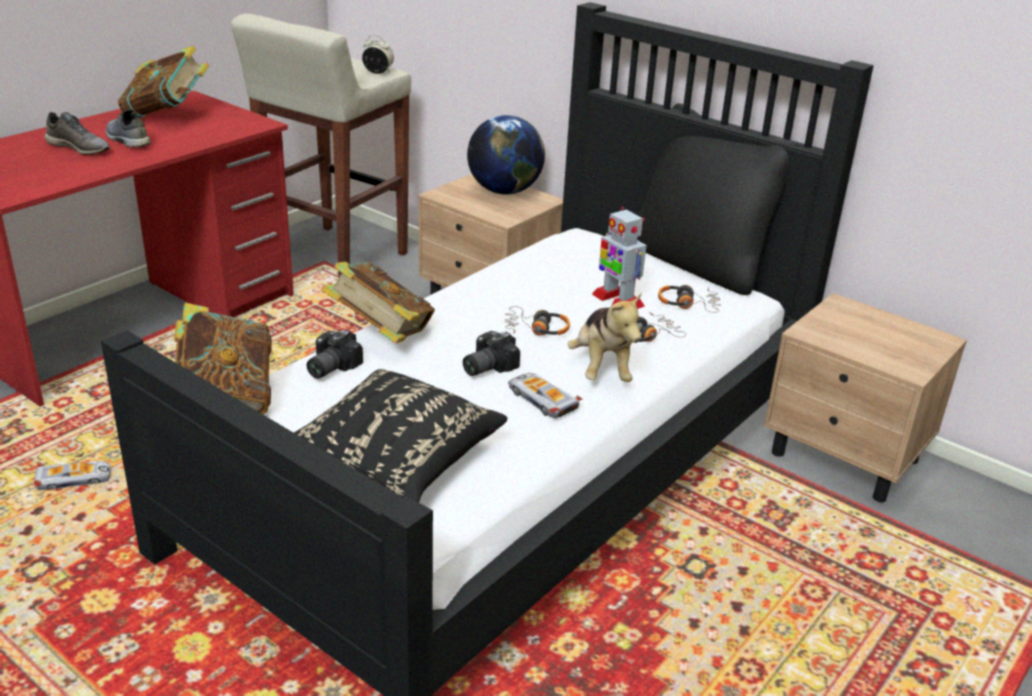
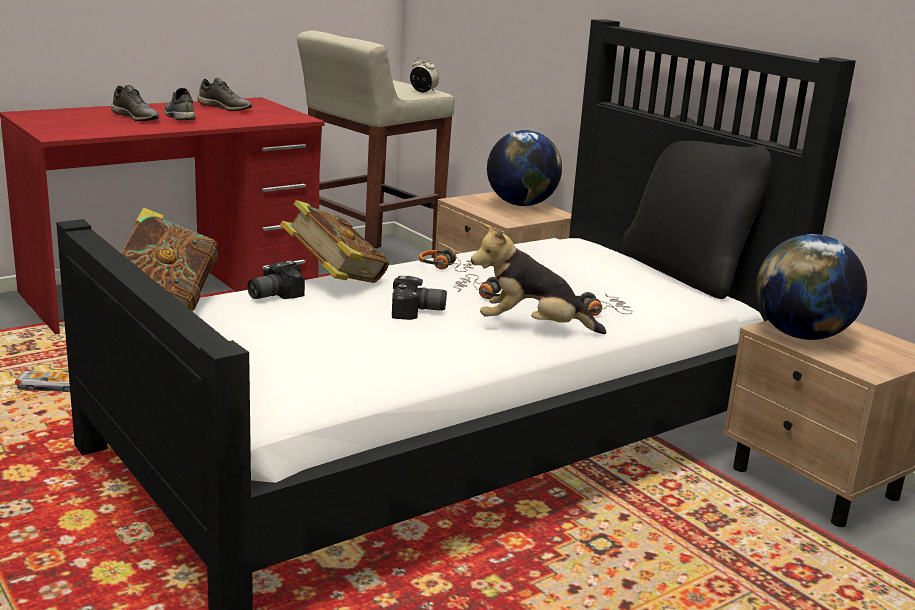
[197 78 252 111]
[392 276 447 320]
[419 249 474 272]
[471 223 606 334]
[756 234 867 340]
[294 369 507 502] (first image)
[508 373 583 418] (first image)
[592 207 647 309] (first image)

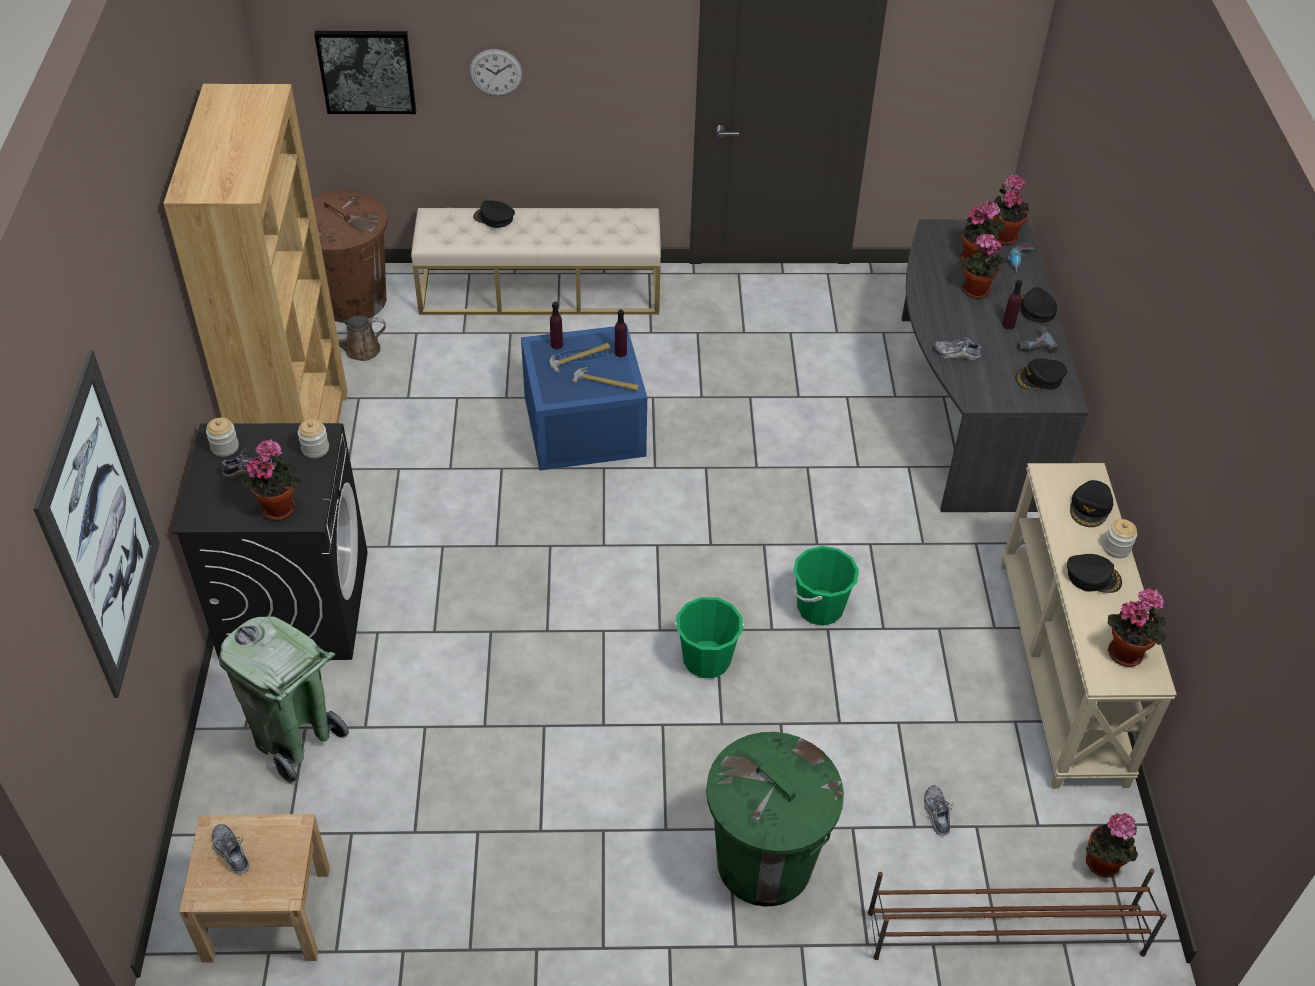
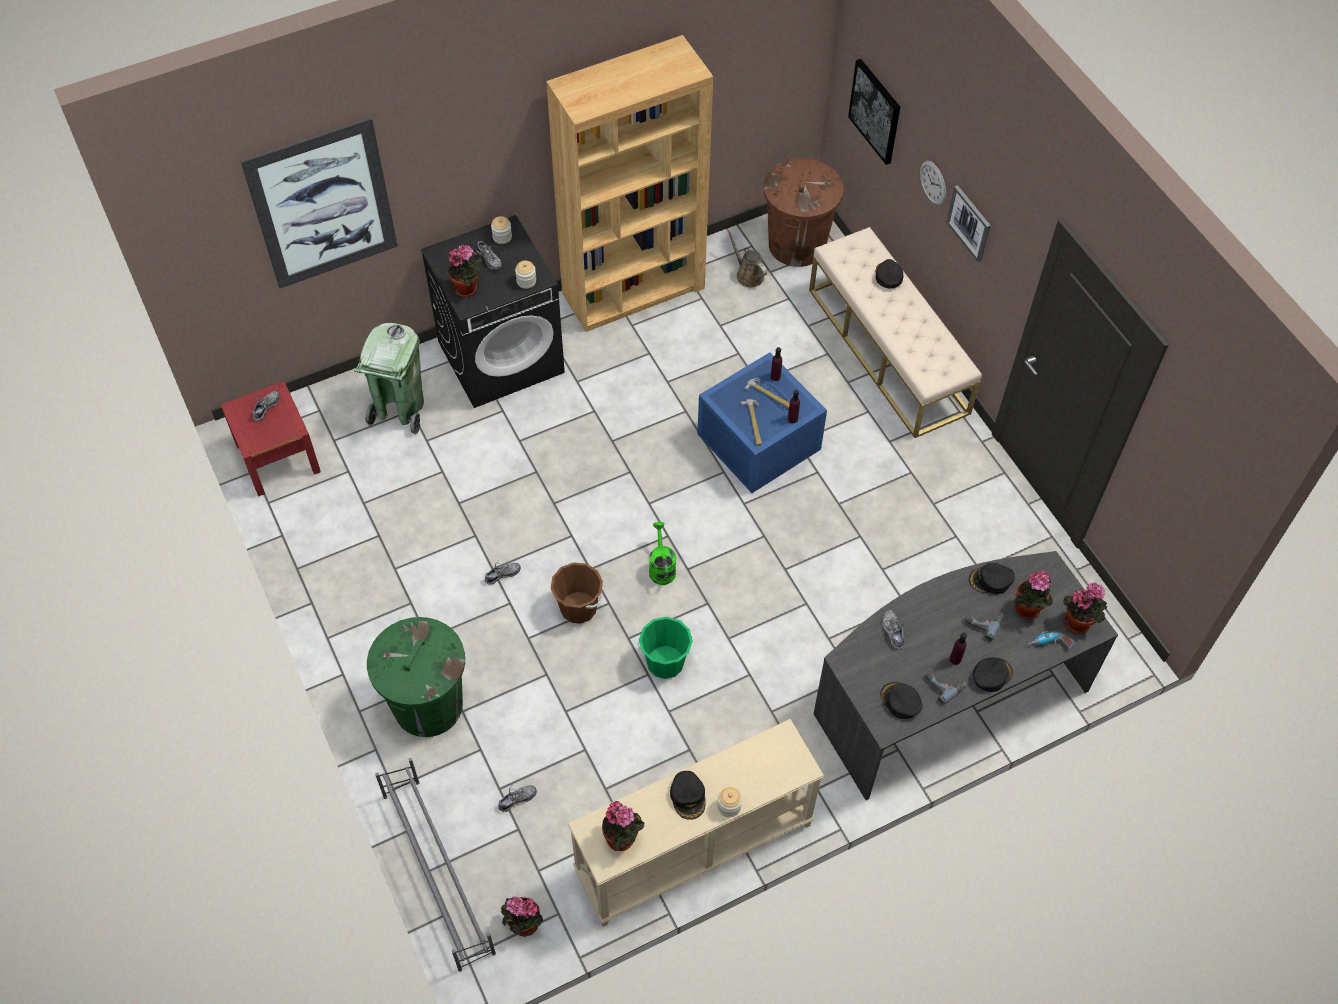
[221 381 321 496]
[375 758 496 972]
[485 560 521 585]
[551 562 603 624]
[649 522 676 585]
[946 185 991 262]
[964 613 1004 641]
[969 563 1015 594]

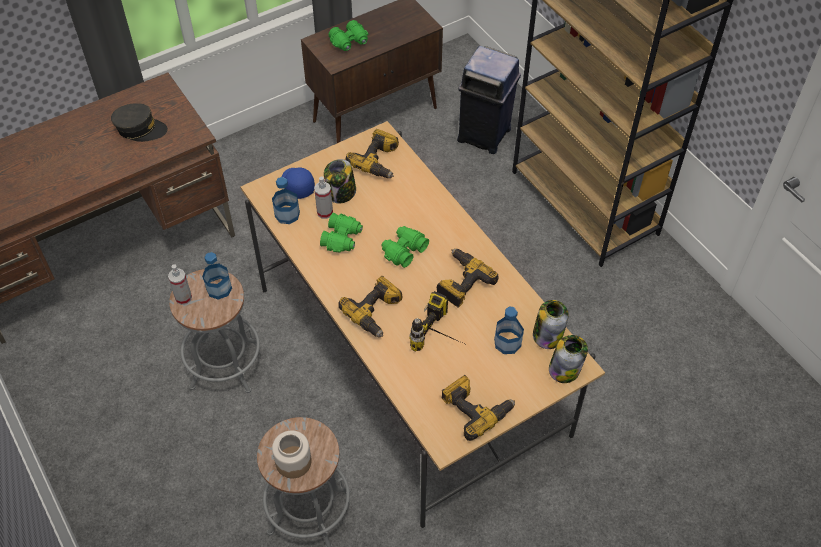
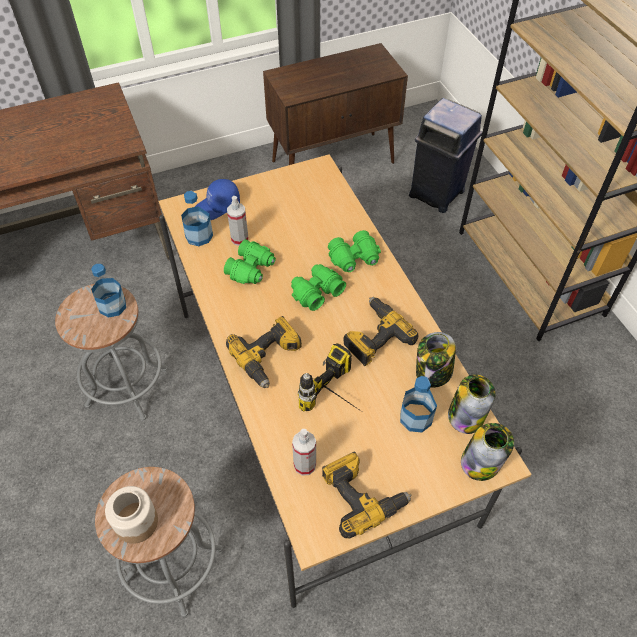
[195 179 240 220]
[292 429 316 476]
[328 230 381 272]
[416 332 456 388]
[111 103 168 142] (first image)
[346 129 399 178] (first image)

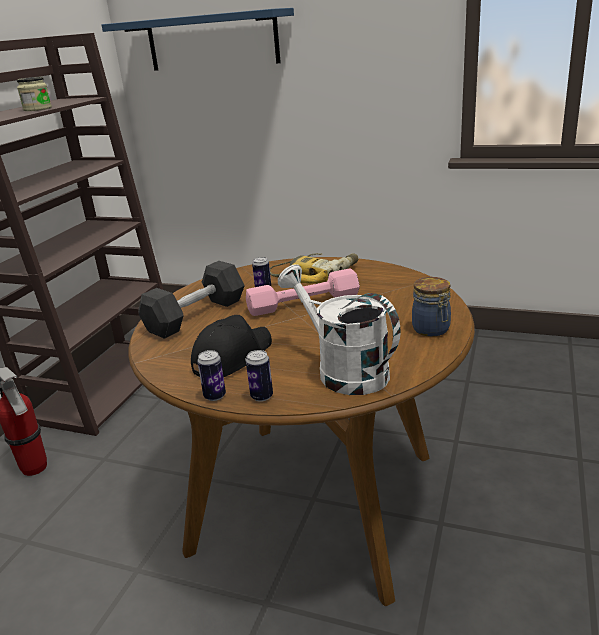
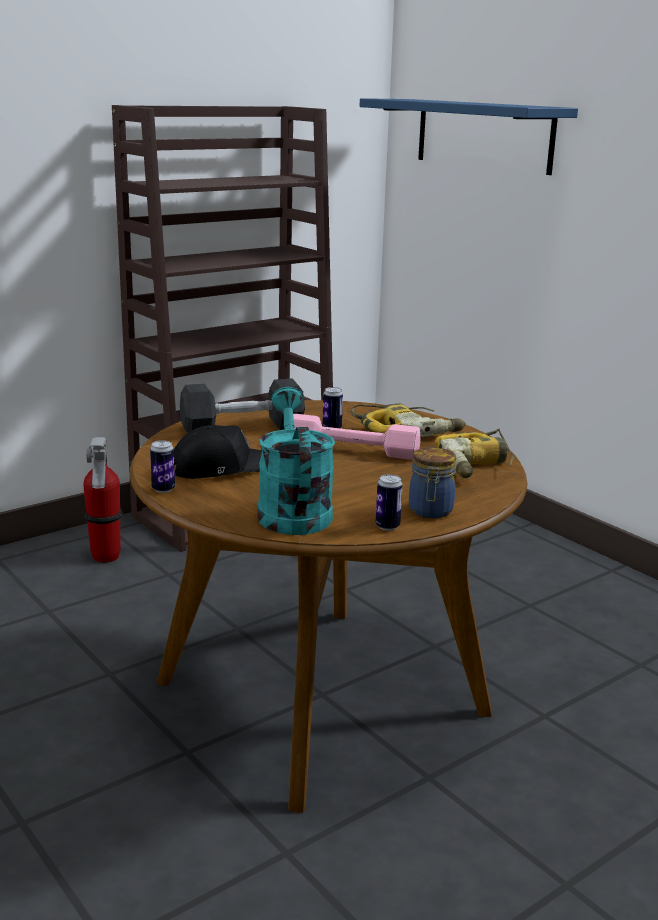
[257 387 335 535]
[376 474 403 531]
[435 428 514 478]
[17 77 52 111] (first image)

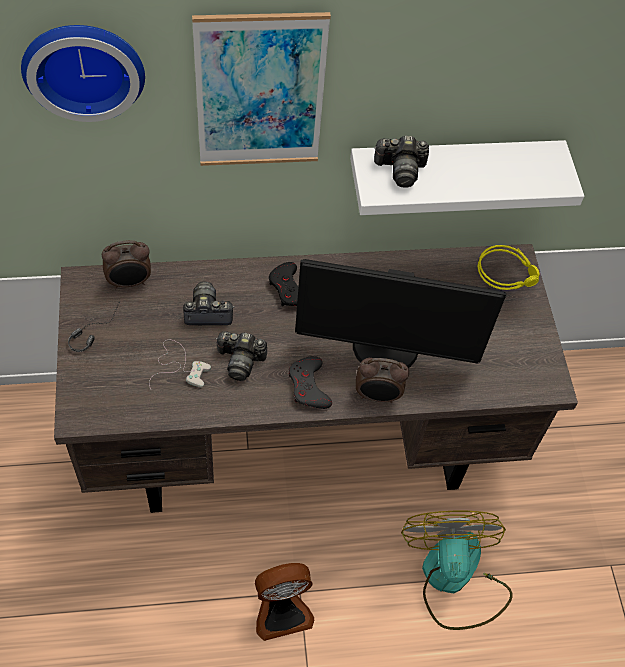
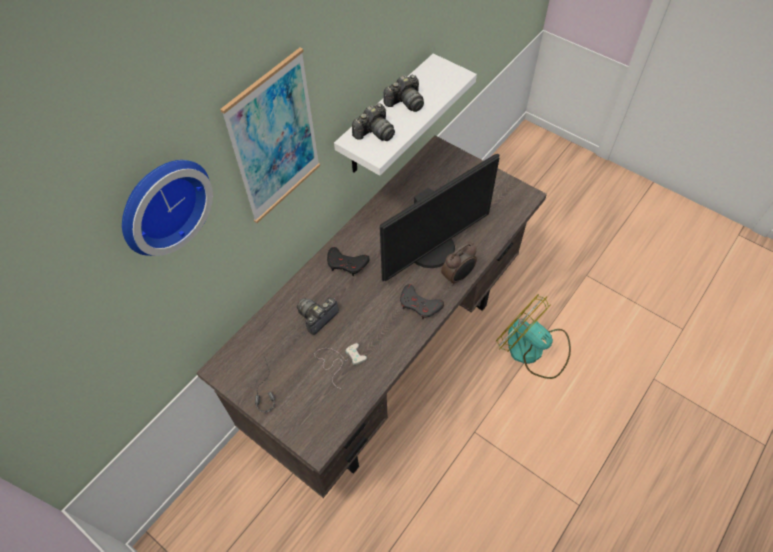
[383 75 424 112]
[102 240 151 289] (first image)
[255 563 314 641] (first image)
[478 245 540 290] (first image)

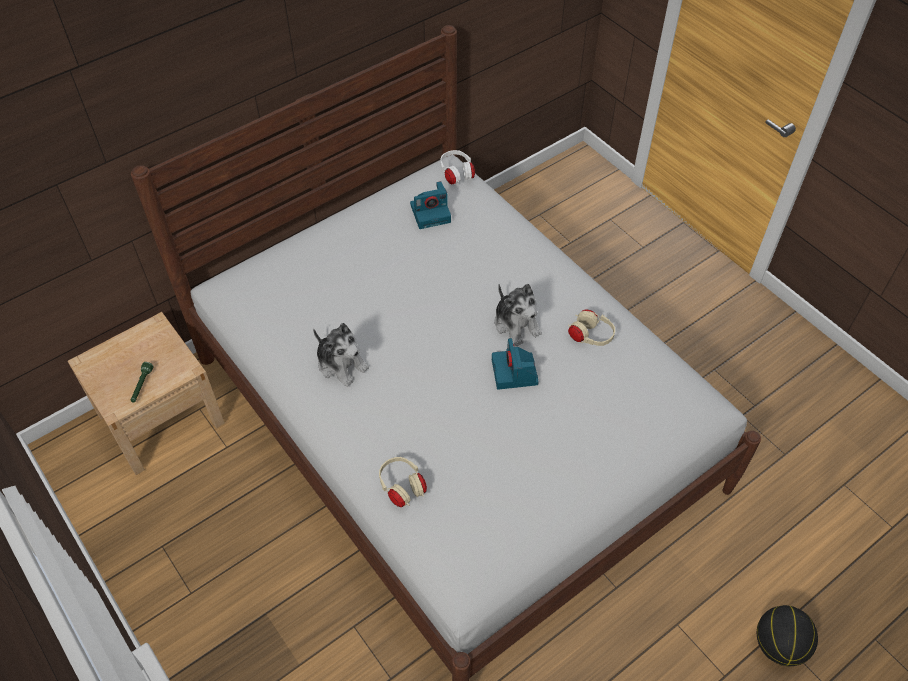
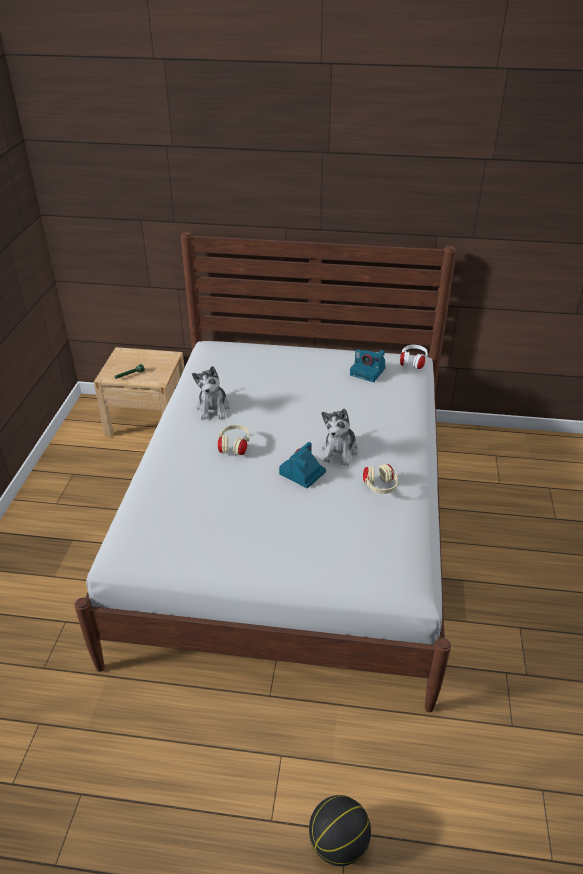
[218 425 249 455]

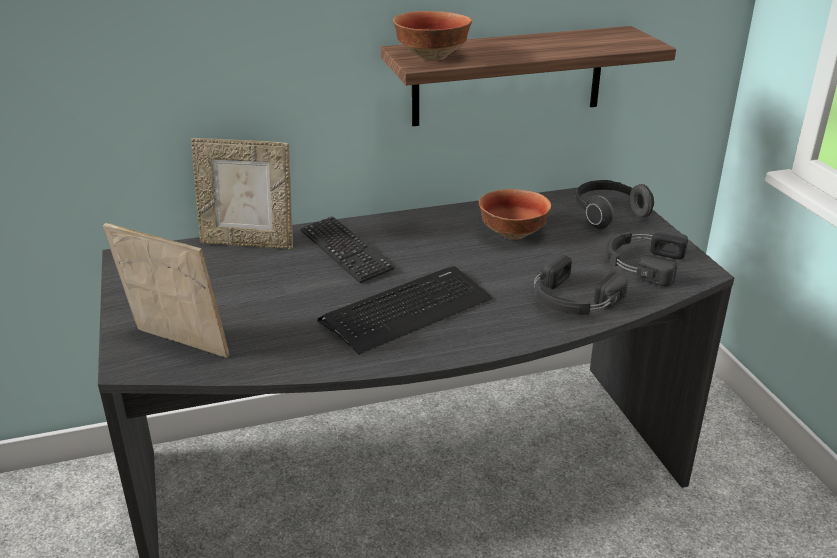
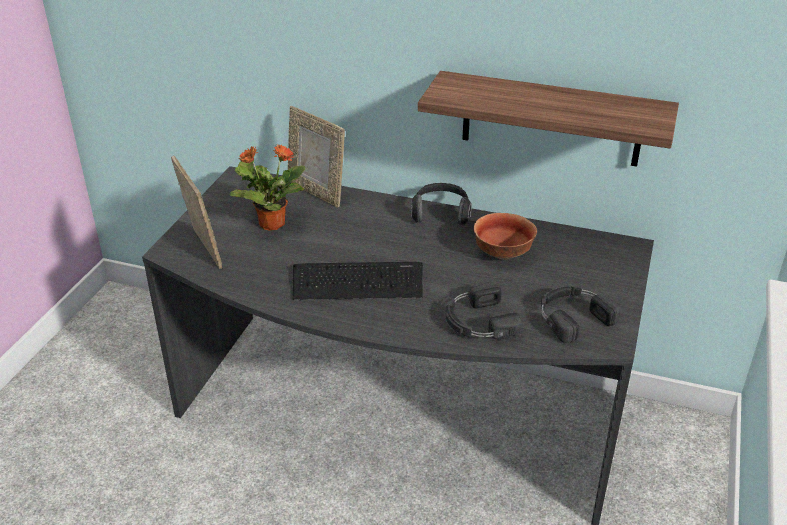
[229 144 305 230]
[411 183 472 225]
[301 217 395 283] (first image)
[393 11 472 61] (first image)

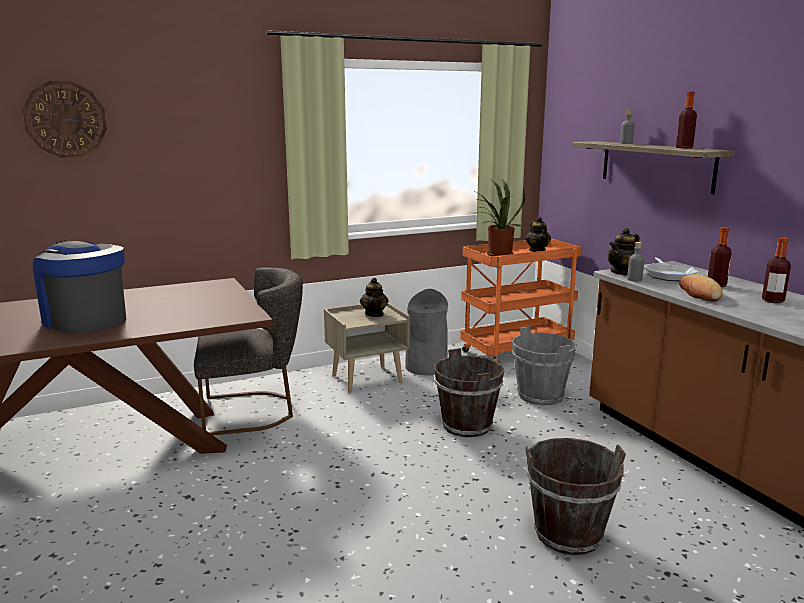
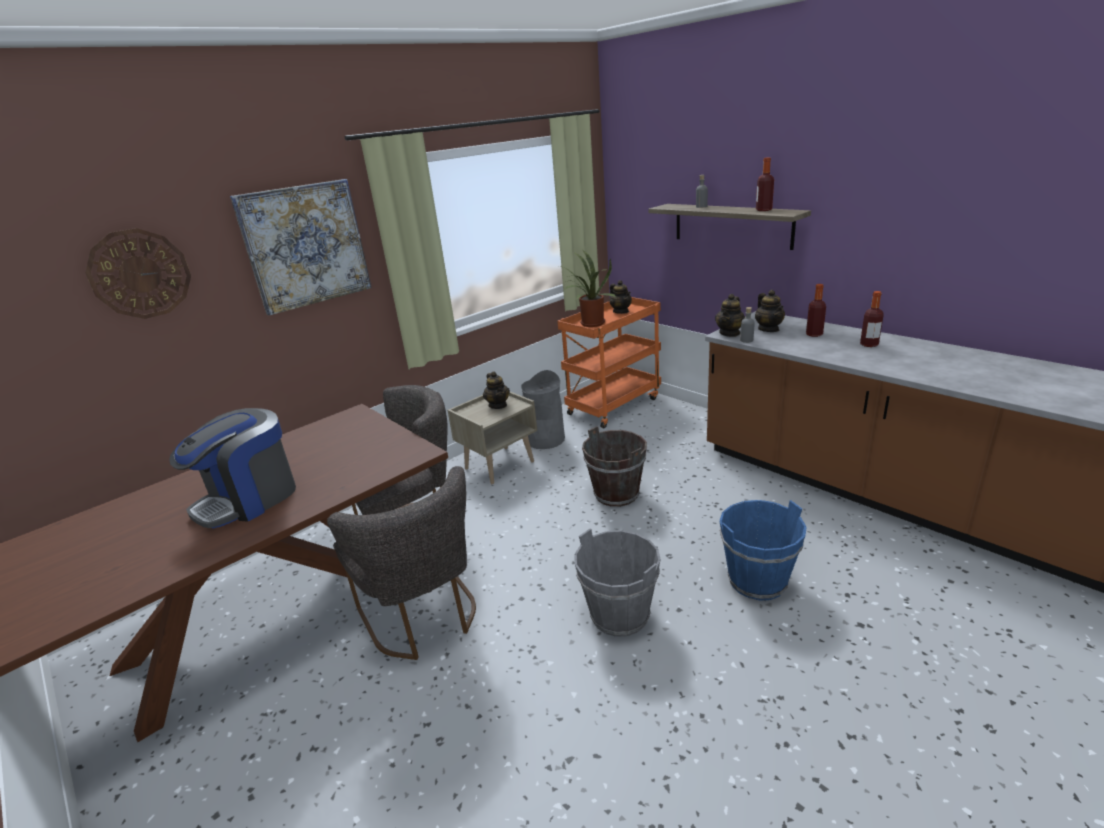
[169 408 296 529]
[230 179 372 315]
[327 466 476 660]
[574 529 661 637]
[720 500 807 600]
[755 290 785 332]
[679 274 723 301] (first image)

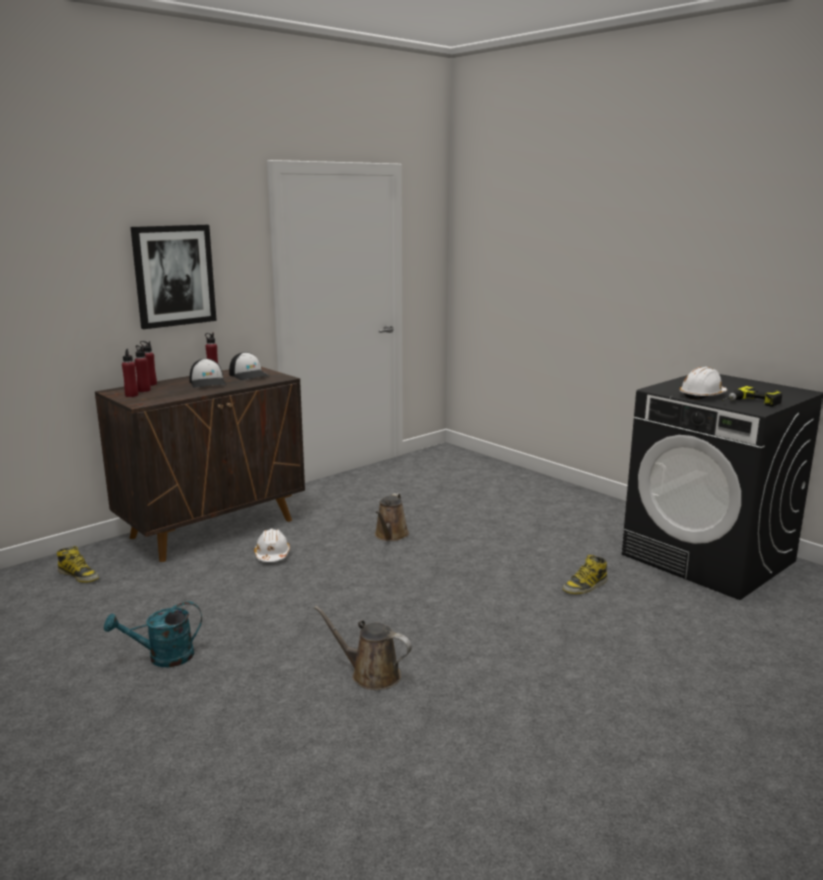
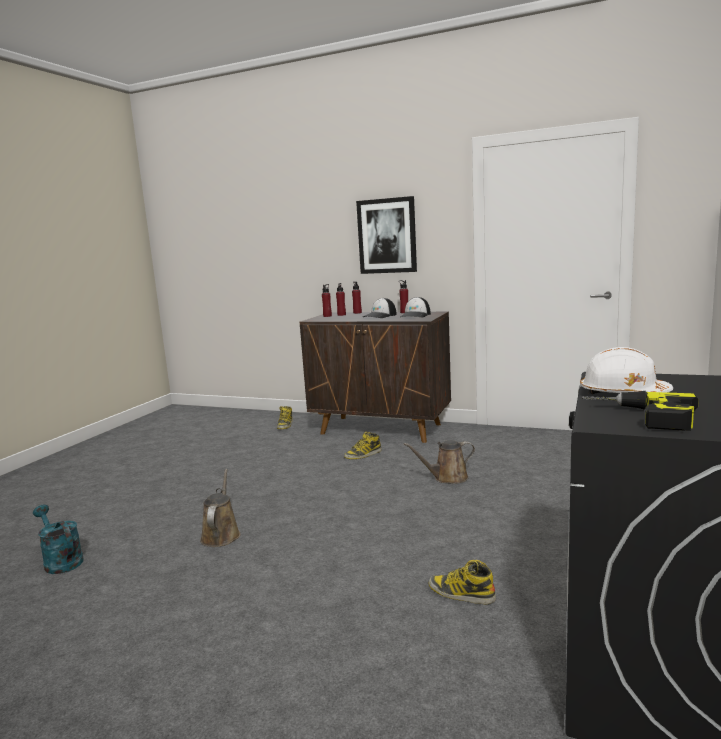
[33 505 84 574]
[344 432 382 459]

